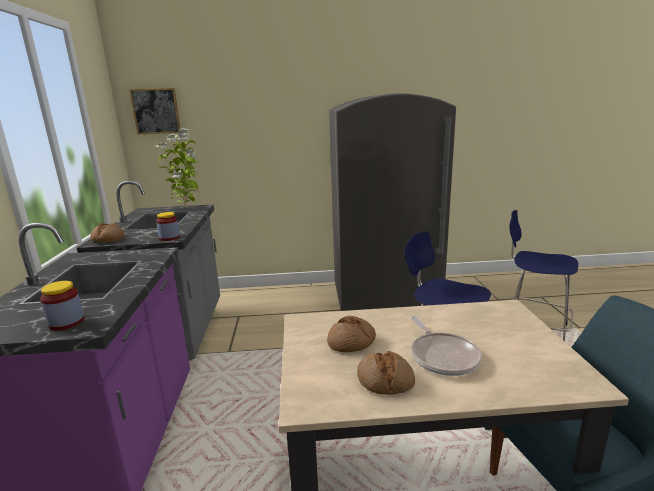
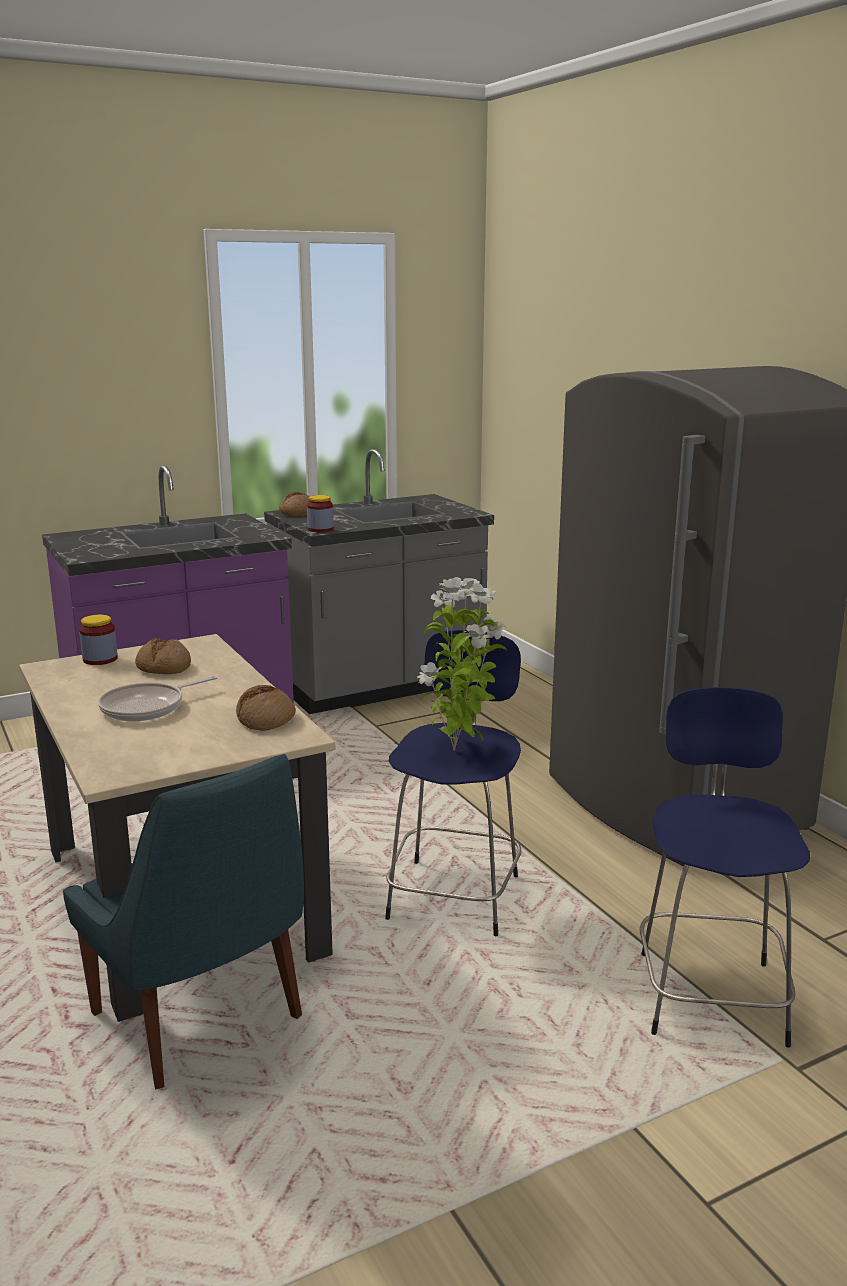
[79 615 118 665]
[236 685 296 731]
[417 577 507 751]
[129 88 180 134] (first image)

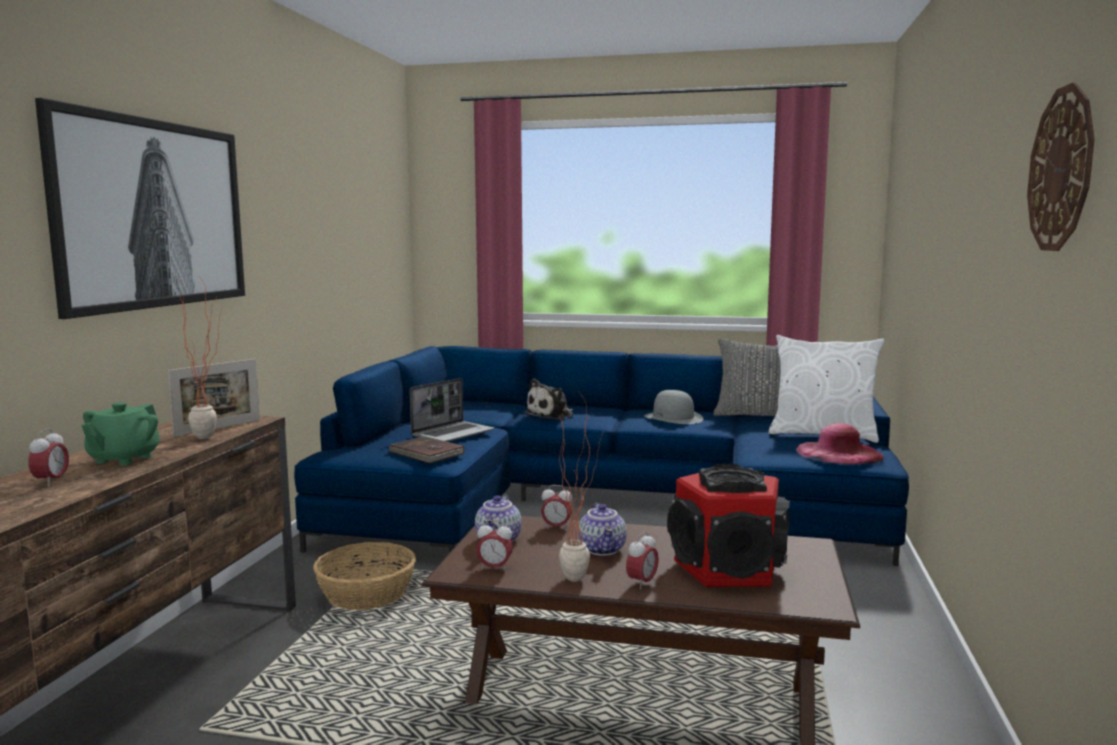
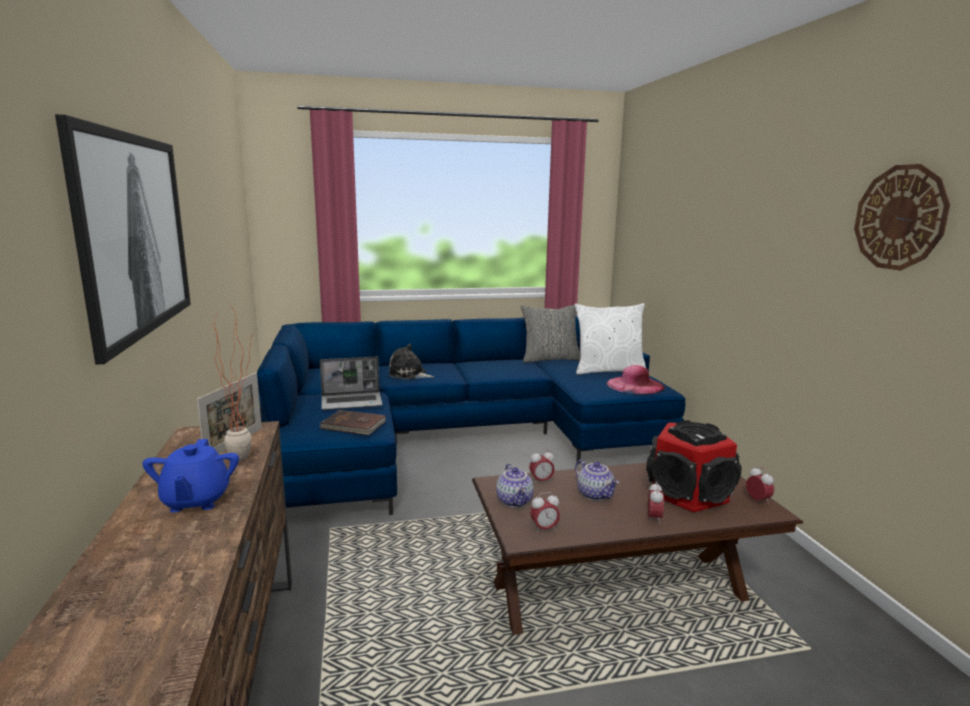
[142 439 239 512]
[320 356 383 410]
[388 344 435 380]
[746 466 774 505]
[313 542 416 610] (first image)
[559 393 605 582] (first image)
[644 390 704 424] (first image)

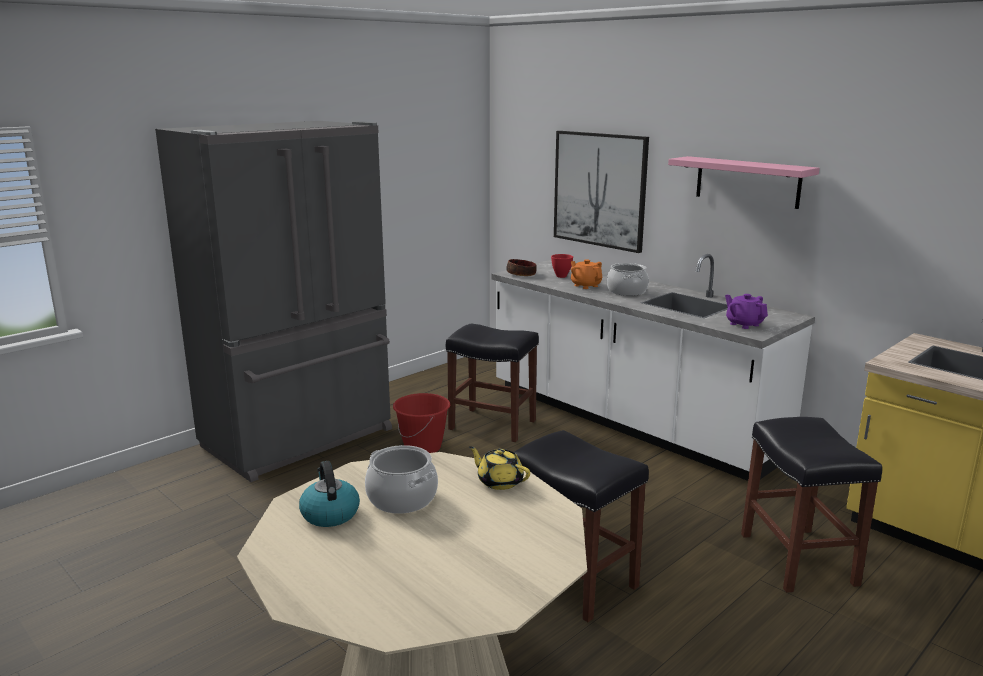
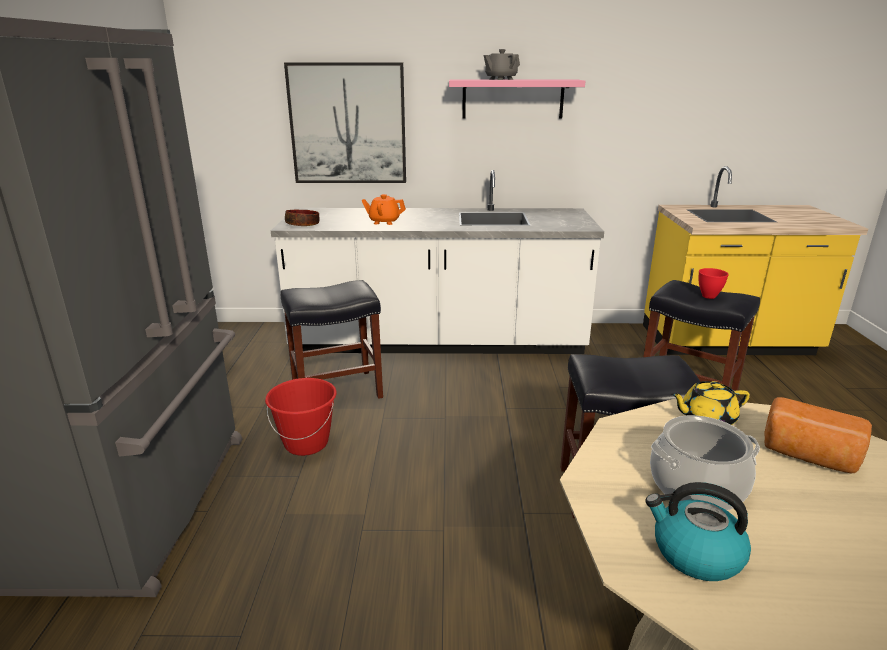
[484 49 520 80]
[698 268 729 299]
[764 397 872 474]
[607 263 649 296] (first image)
[725 294 768 329] (first image)

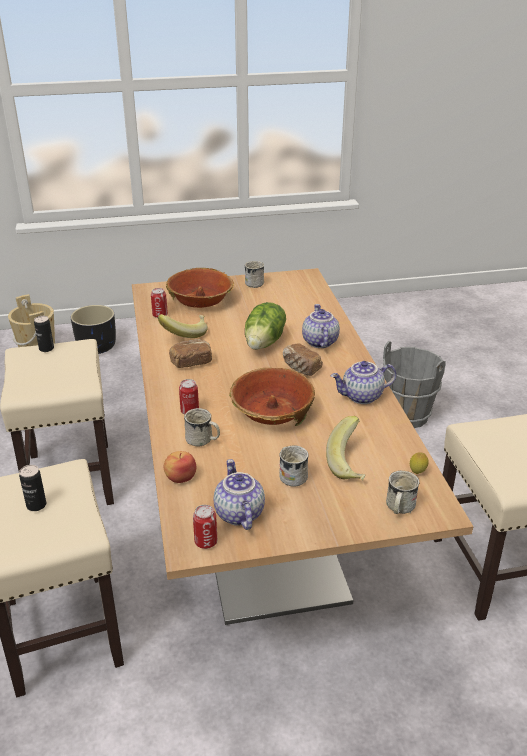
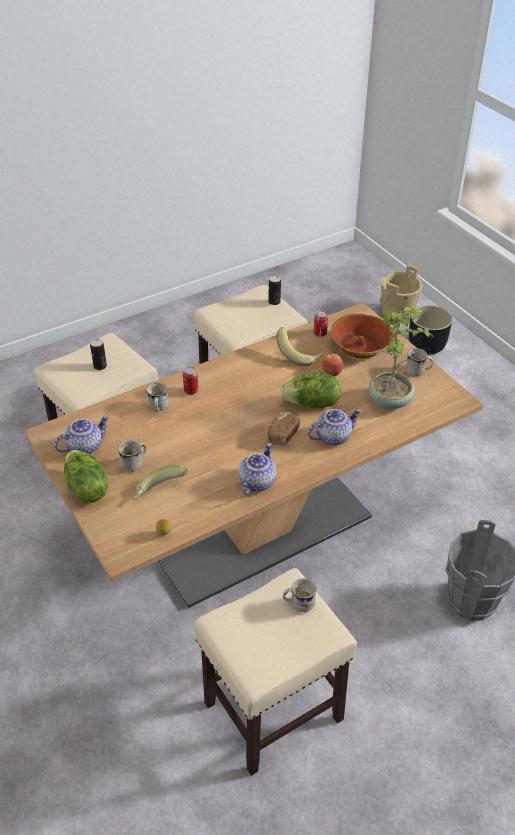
[64 450 108 503]
[239 443 277 495]
[283 578 316 612]
[322 354 343 376]
[368 307 432 410]
[169 339 212 368] (first image)
[193 505 217 549] (first image)
[229 368 315 426] (first image)

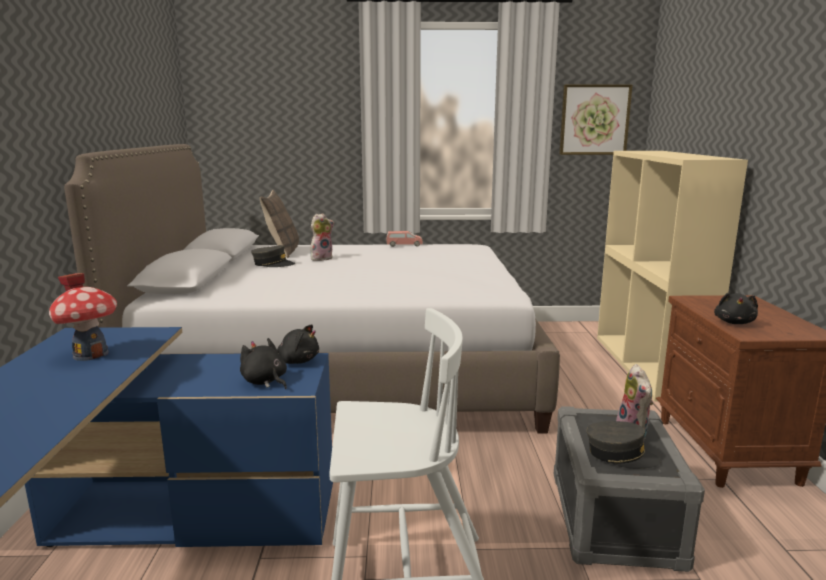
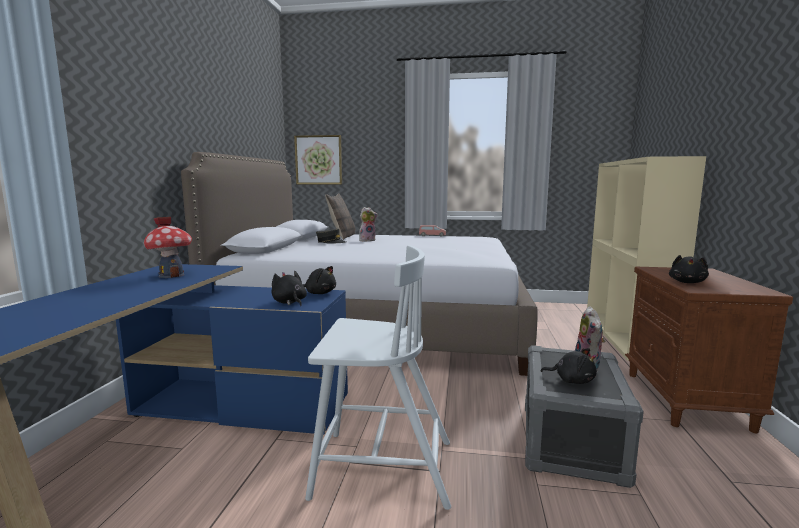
[294 135 342 184]
[541 348 597 384]

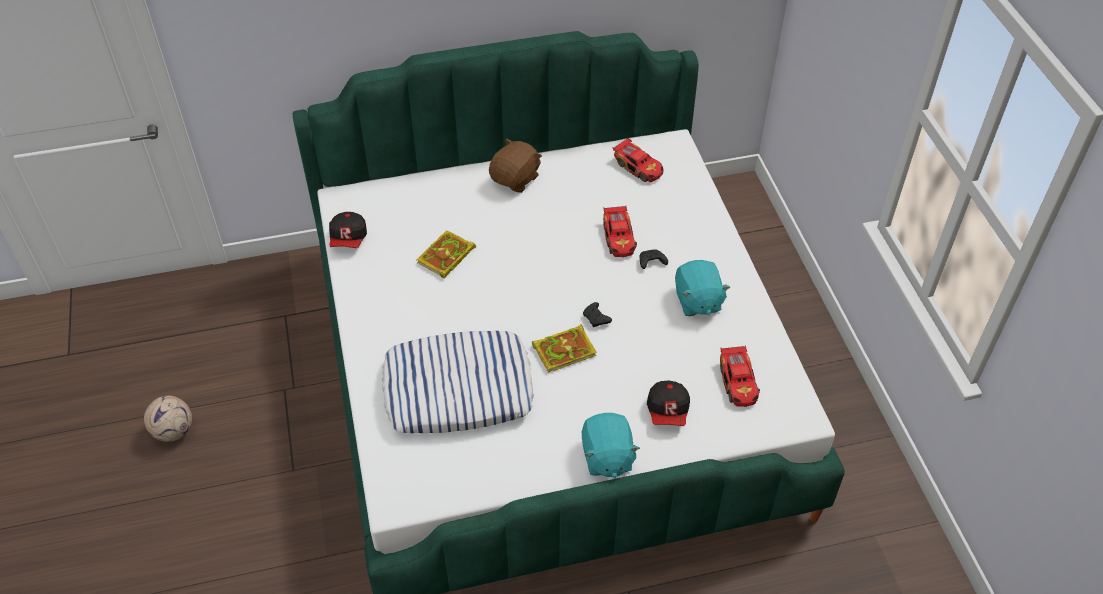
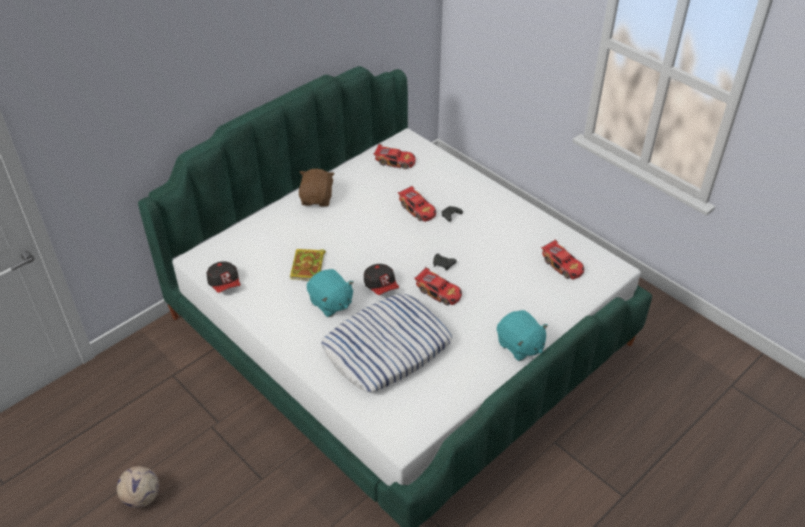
[307 269 354 317]
[364 264 399 295]
[414 267 462 306]

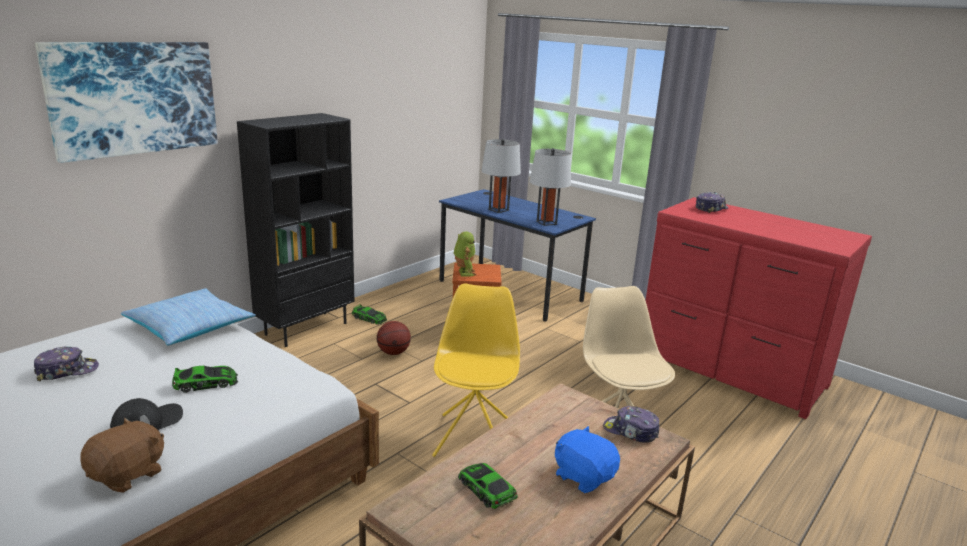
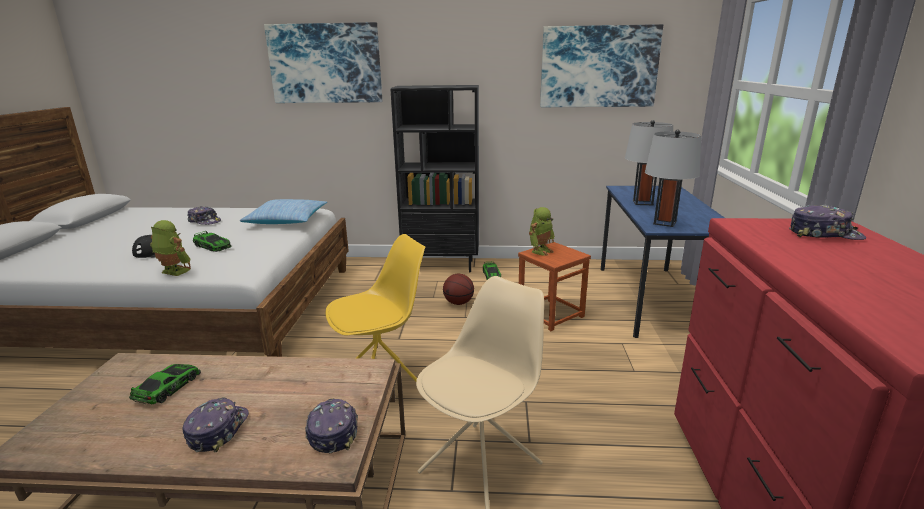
[150 220 191 276]
[182 397 249 452]
[540 24 663 107]
[80 418 164 493] (first image)

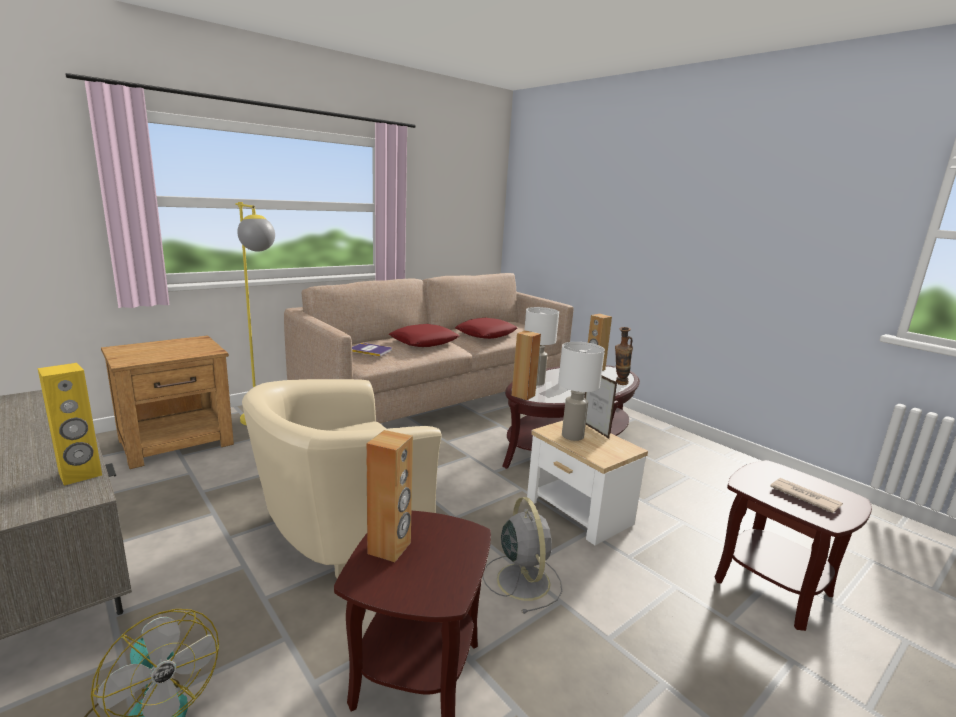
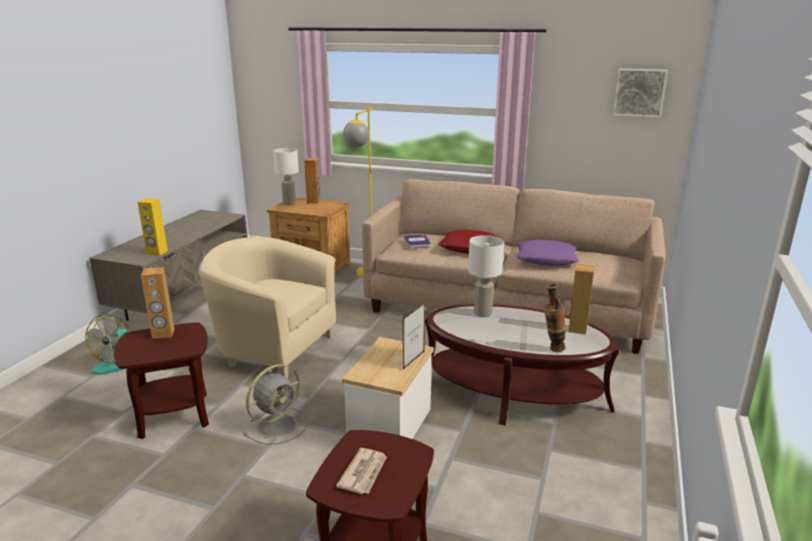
[273 148 299 205]
[304 158 320 204]
[516 240 579 266]
[613 69 668 118]

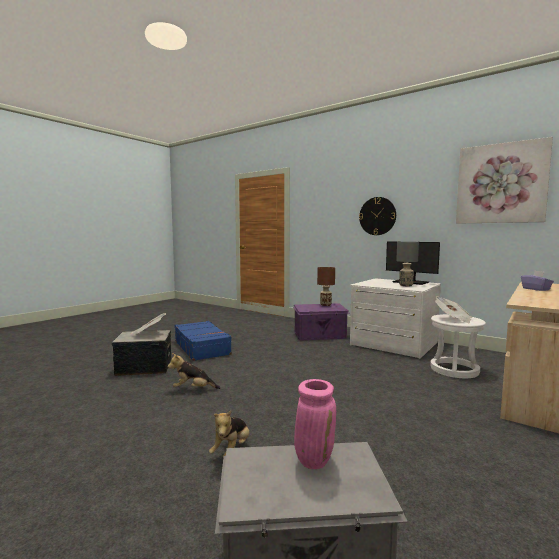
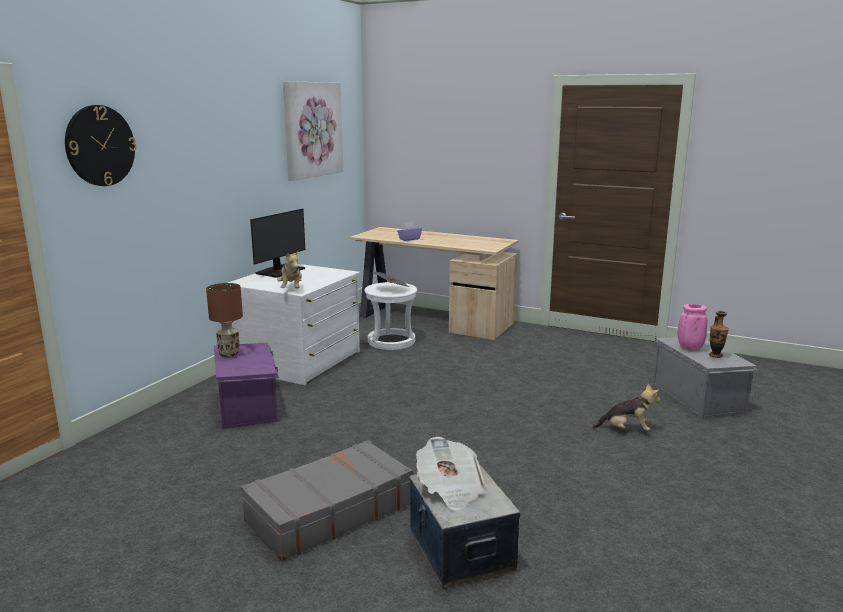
[65 105 136 186]
[241 440 413 561]
[277 251 302 288]
[709 311 729 358]
[396 242 419 286] (first image)

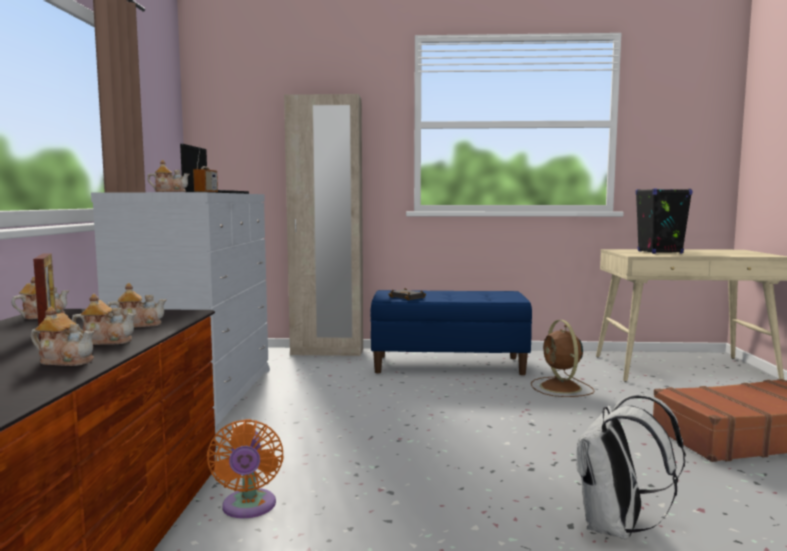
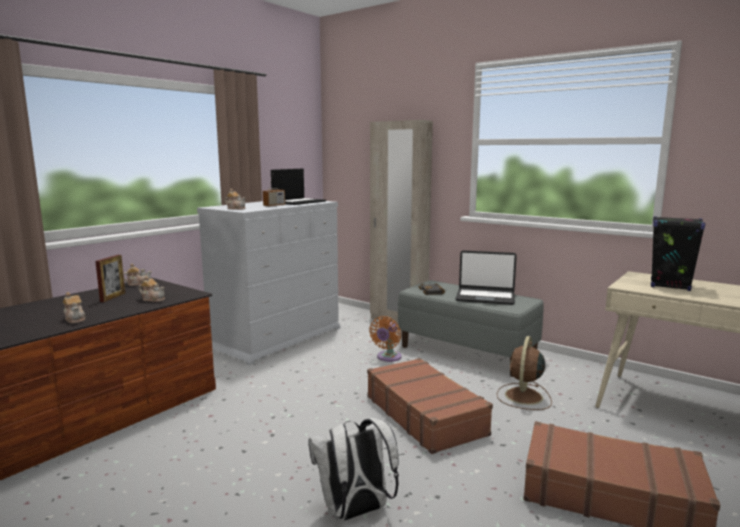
[367 358 493 454]
[369 316 402 362]
[398 280 544 377]
[455 250 517 305]
[72 294 136 345] (first image)

